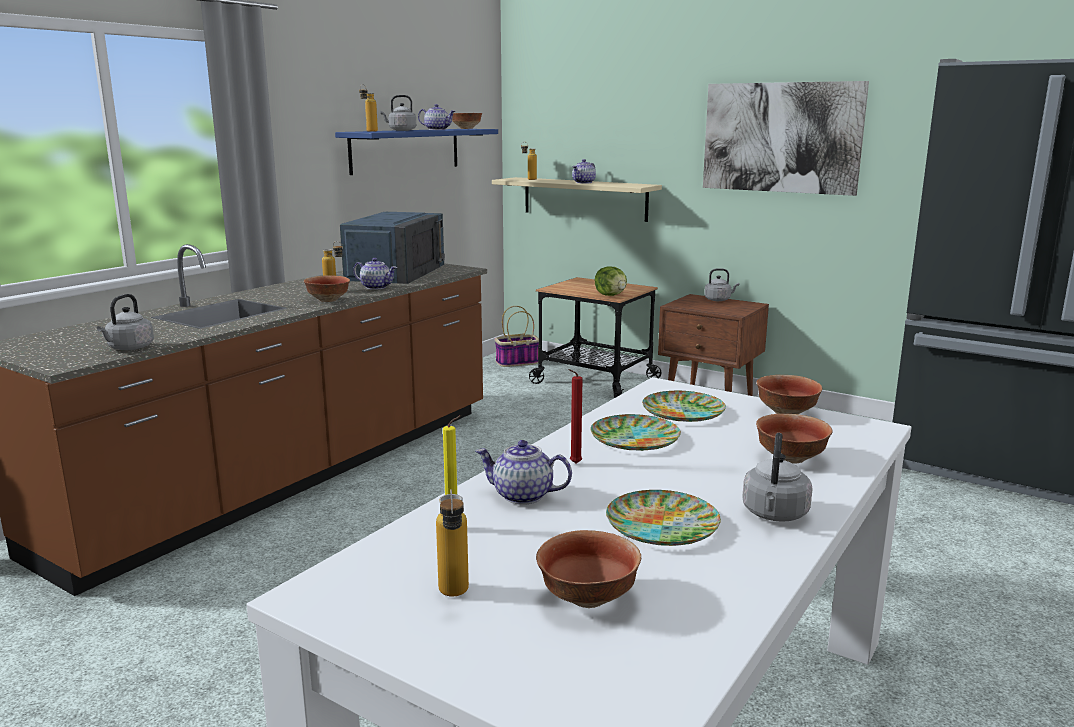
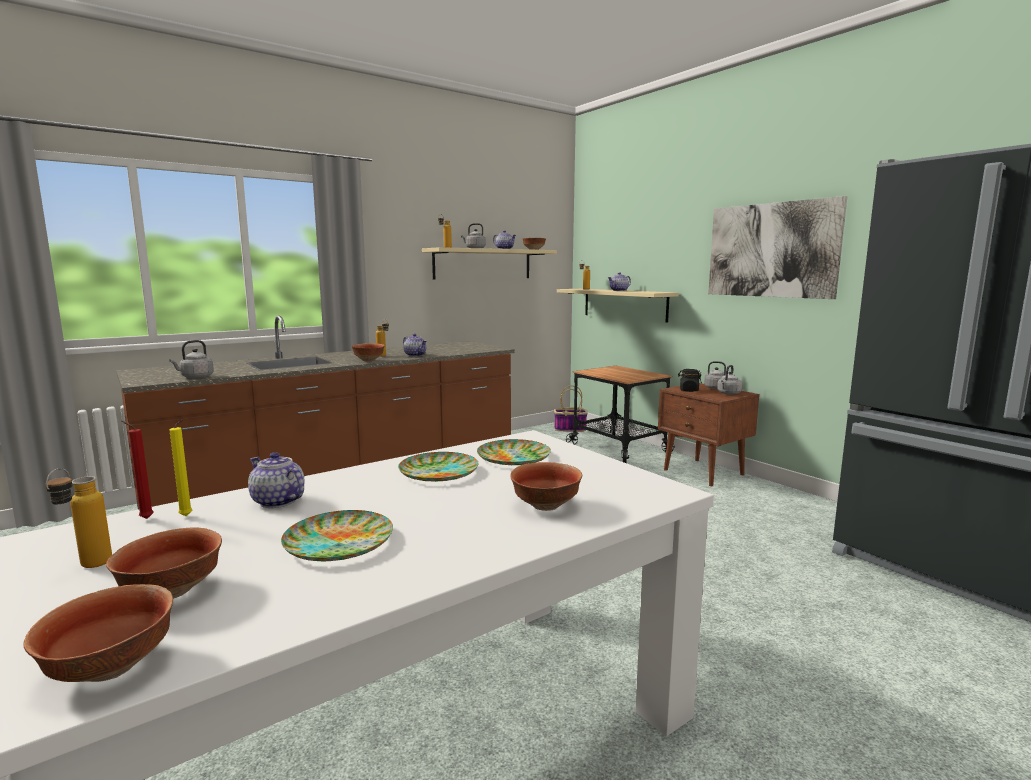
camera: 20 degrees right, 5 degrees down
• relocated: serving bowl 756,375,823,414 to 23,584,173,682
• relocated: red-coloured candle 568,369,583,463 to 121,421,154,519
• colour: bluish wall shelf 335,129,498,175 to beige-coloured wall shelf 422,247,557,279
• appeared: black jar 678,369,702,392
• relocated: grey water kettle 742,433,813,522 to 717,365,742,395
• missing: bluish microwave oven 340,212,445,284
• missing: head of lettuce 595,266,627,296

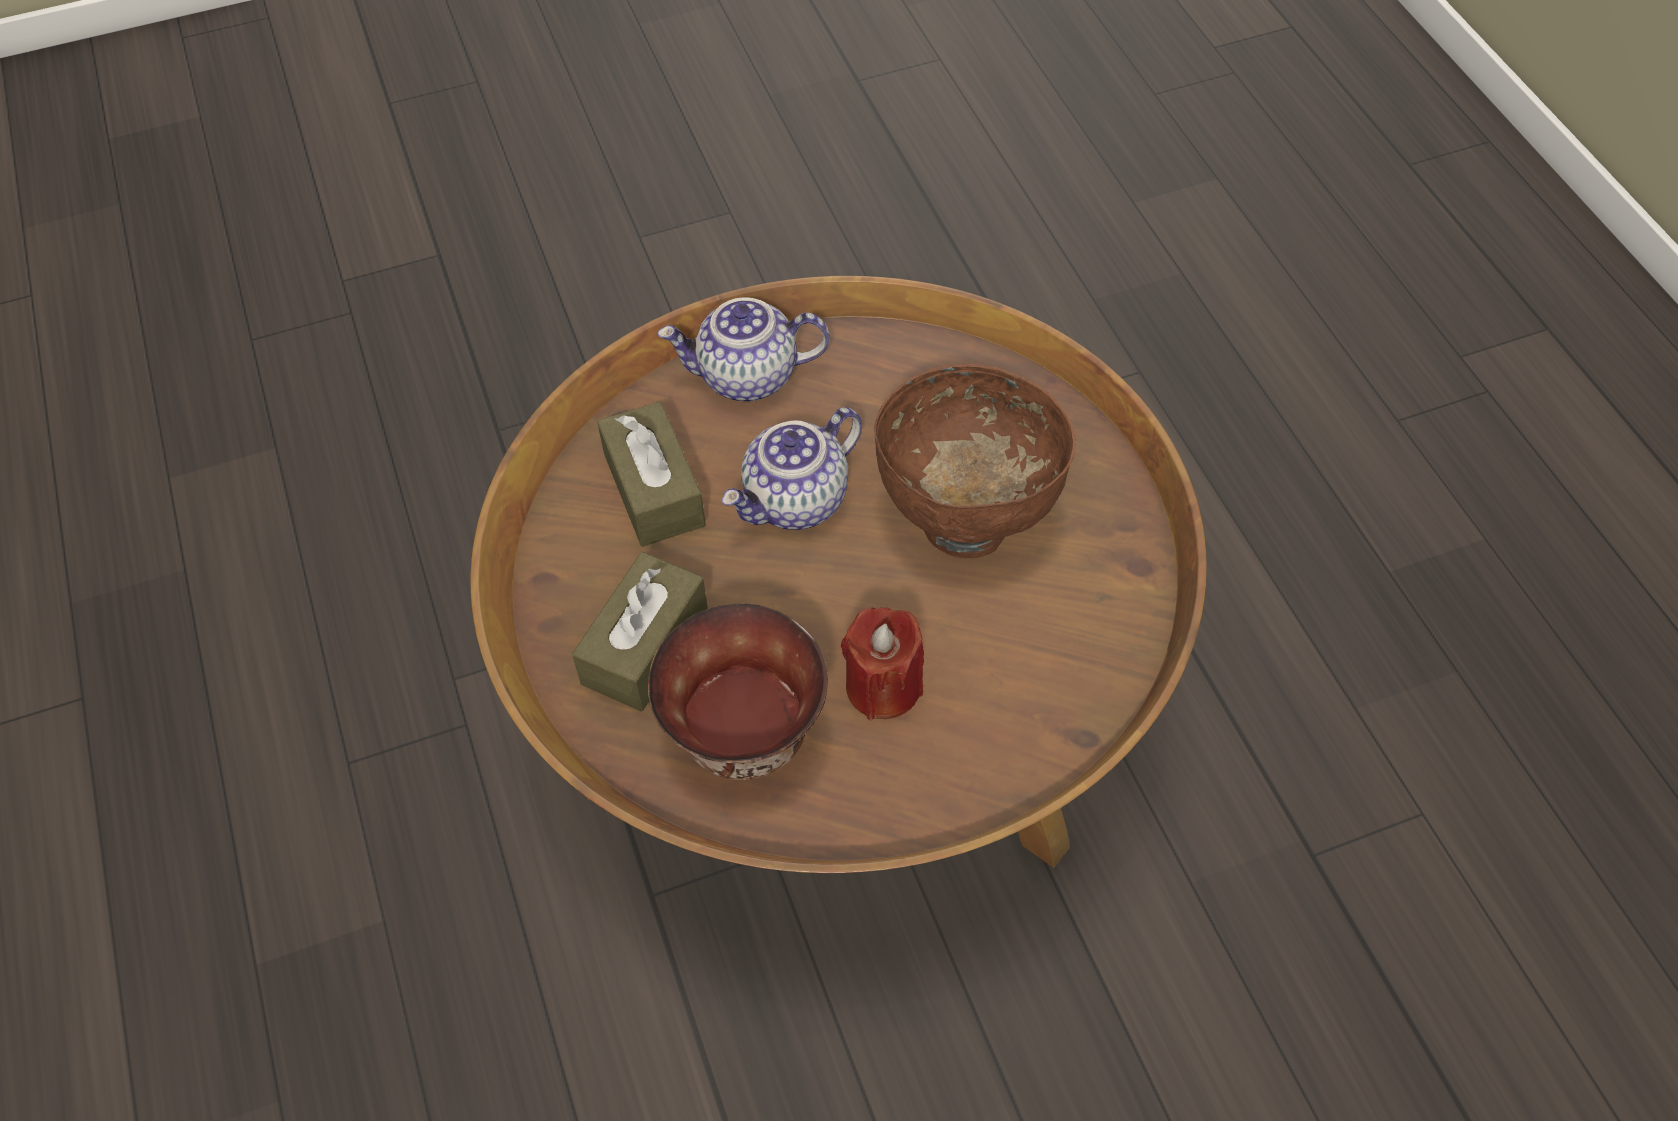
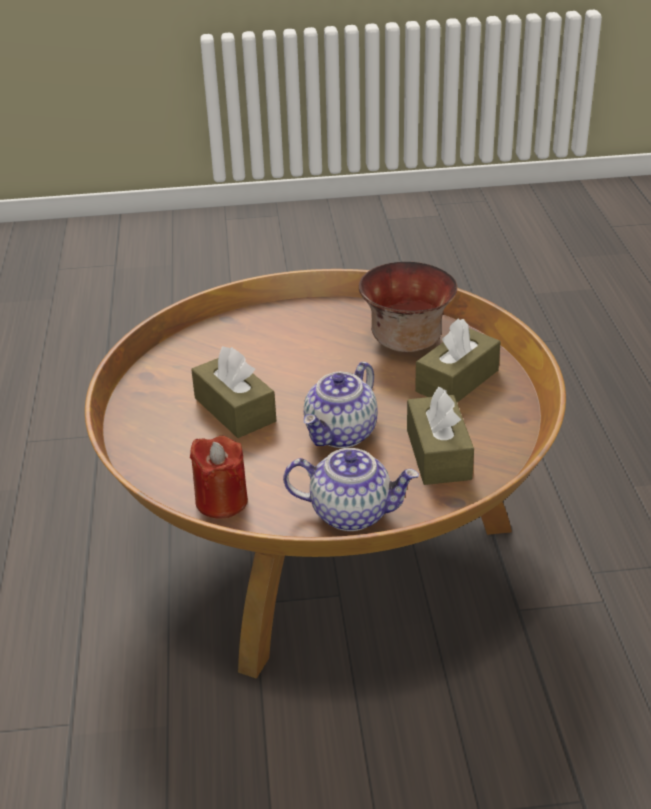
camera: 165 degrees left, 20 degrees down
• relocated: red-coloured candle 841,608,924,720 to 190,436,248,519
• exchanged: brown serving bowl 874,364,1076,558 to brown tissue box 191,347,276,438
• spun: pot for tea 721,407,862,530 = 304,362,378,448 150 degrees clockwise

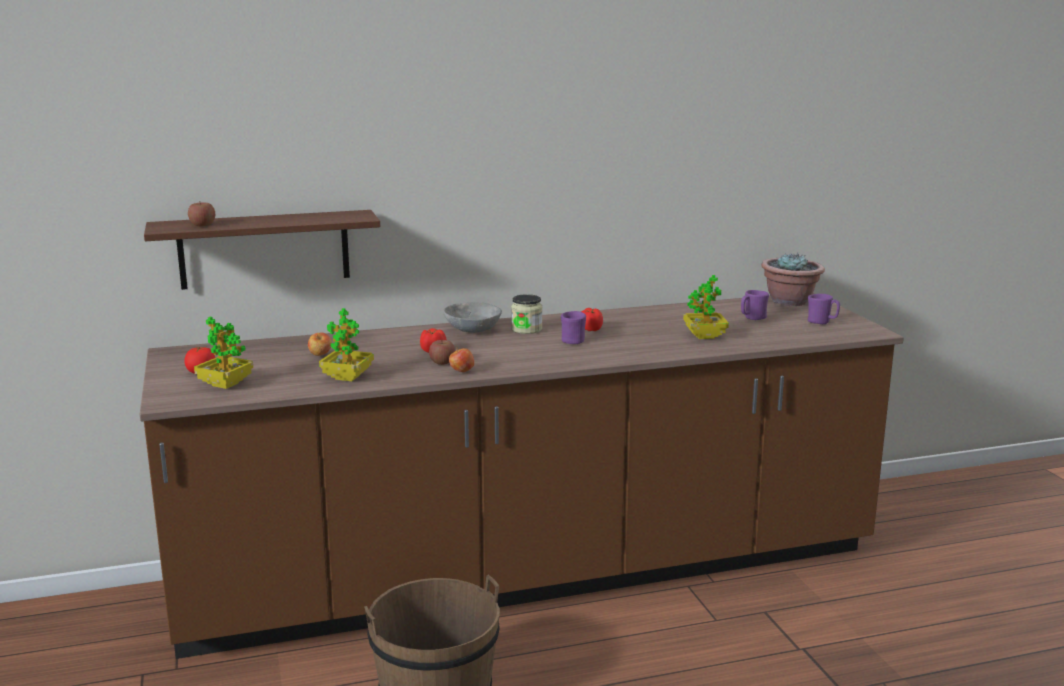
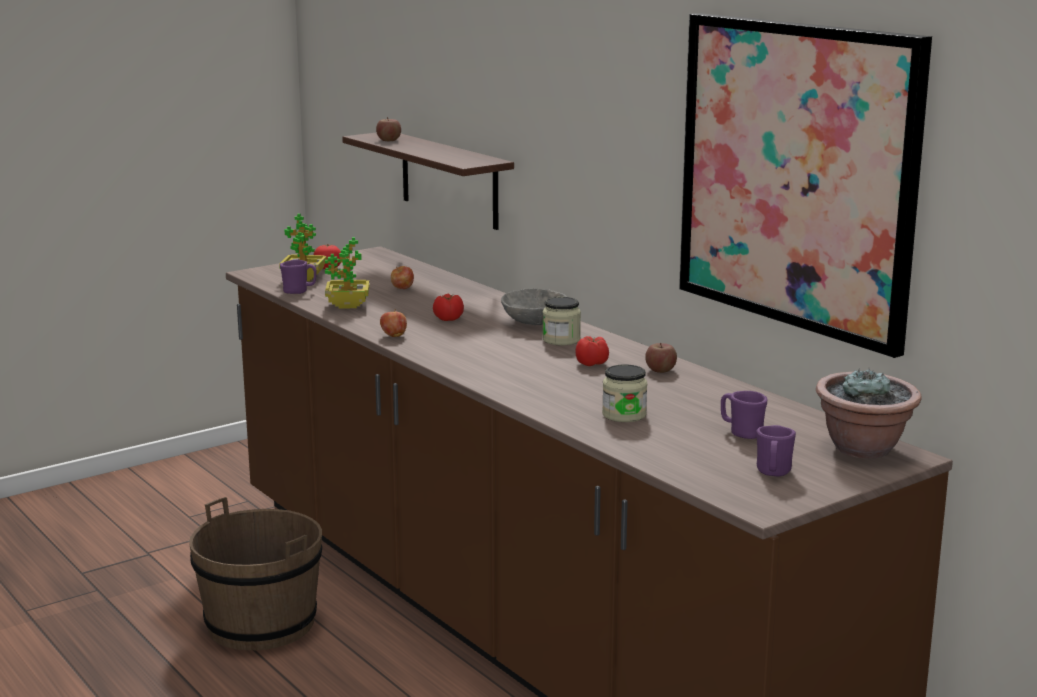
camera: 70 degrees right, 0 degrees up
• relocated: purple-coloured mug 561,311,586,344 to 280,260,317,294
• exchanged: potted plant 683,275,729,339 to jar 602,364,647,422
• relocated: apple fruit 429,340,455,365 to 645,343,677,373
• appeared: wall art 679,13,932,358

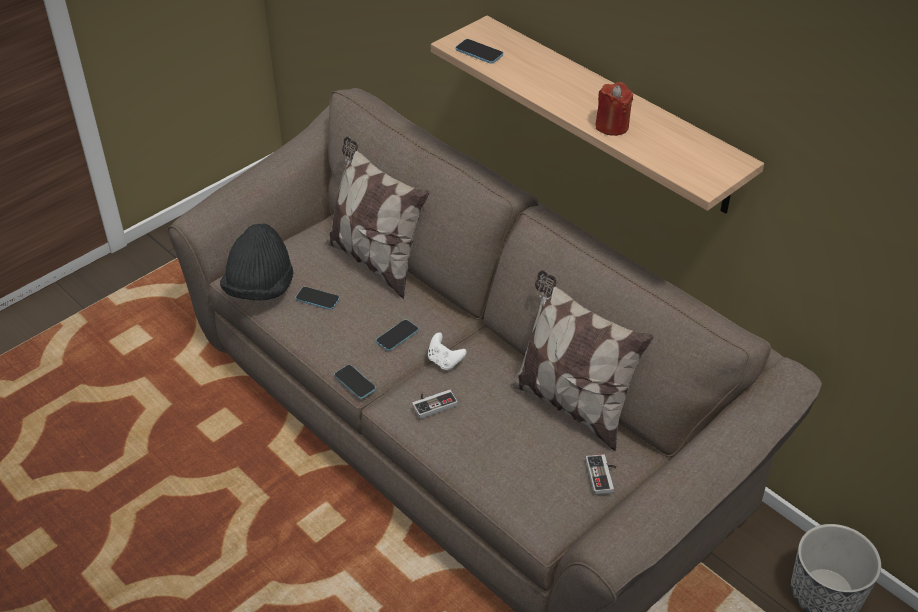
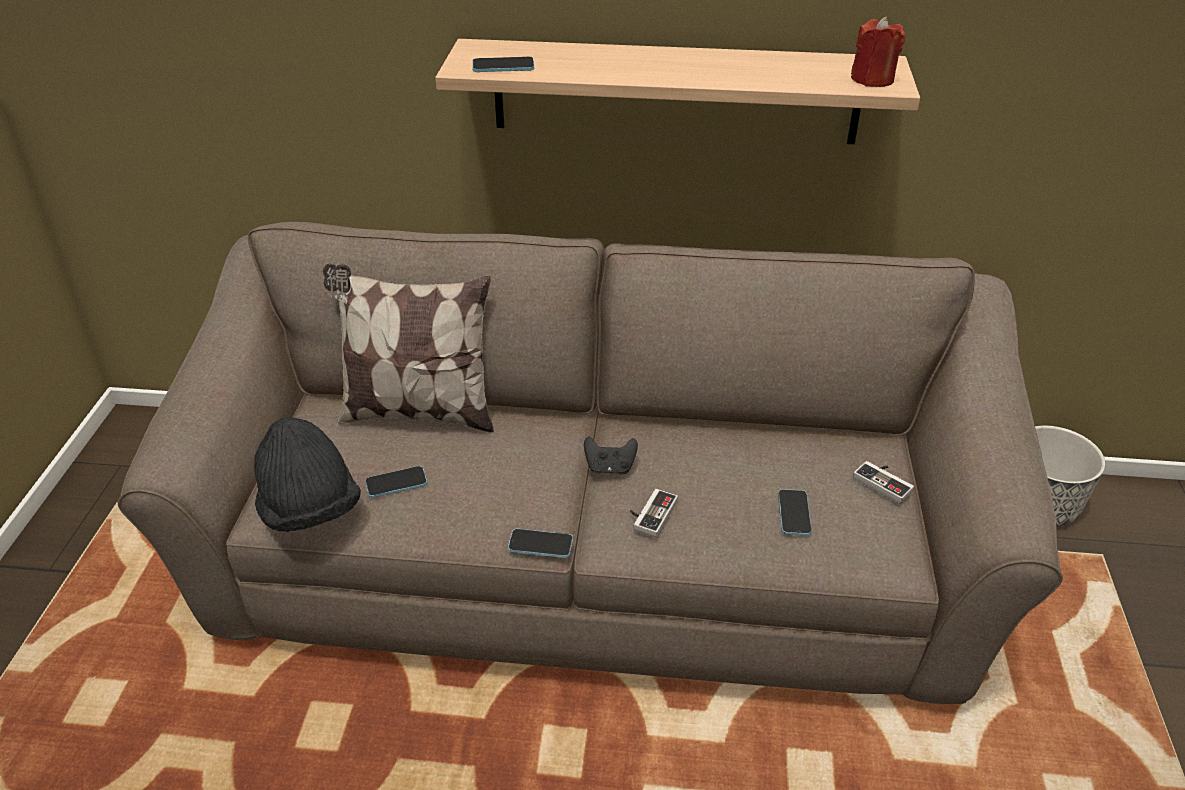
camera: 40 degrees left, 5 degrees down
• colour: white game controller 428,333,467,371 to black game controller 584,436,638,475
• relocated: phone 376,319,418,351 to 778,489,812,536
• relocated: red-coloured candle 595,82,634,136 to 851,17,905,87
• missing: pillow 509,270,654,451

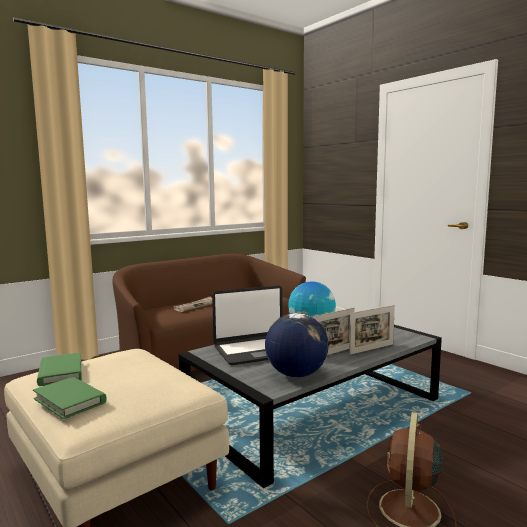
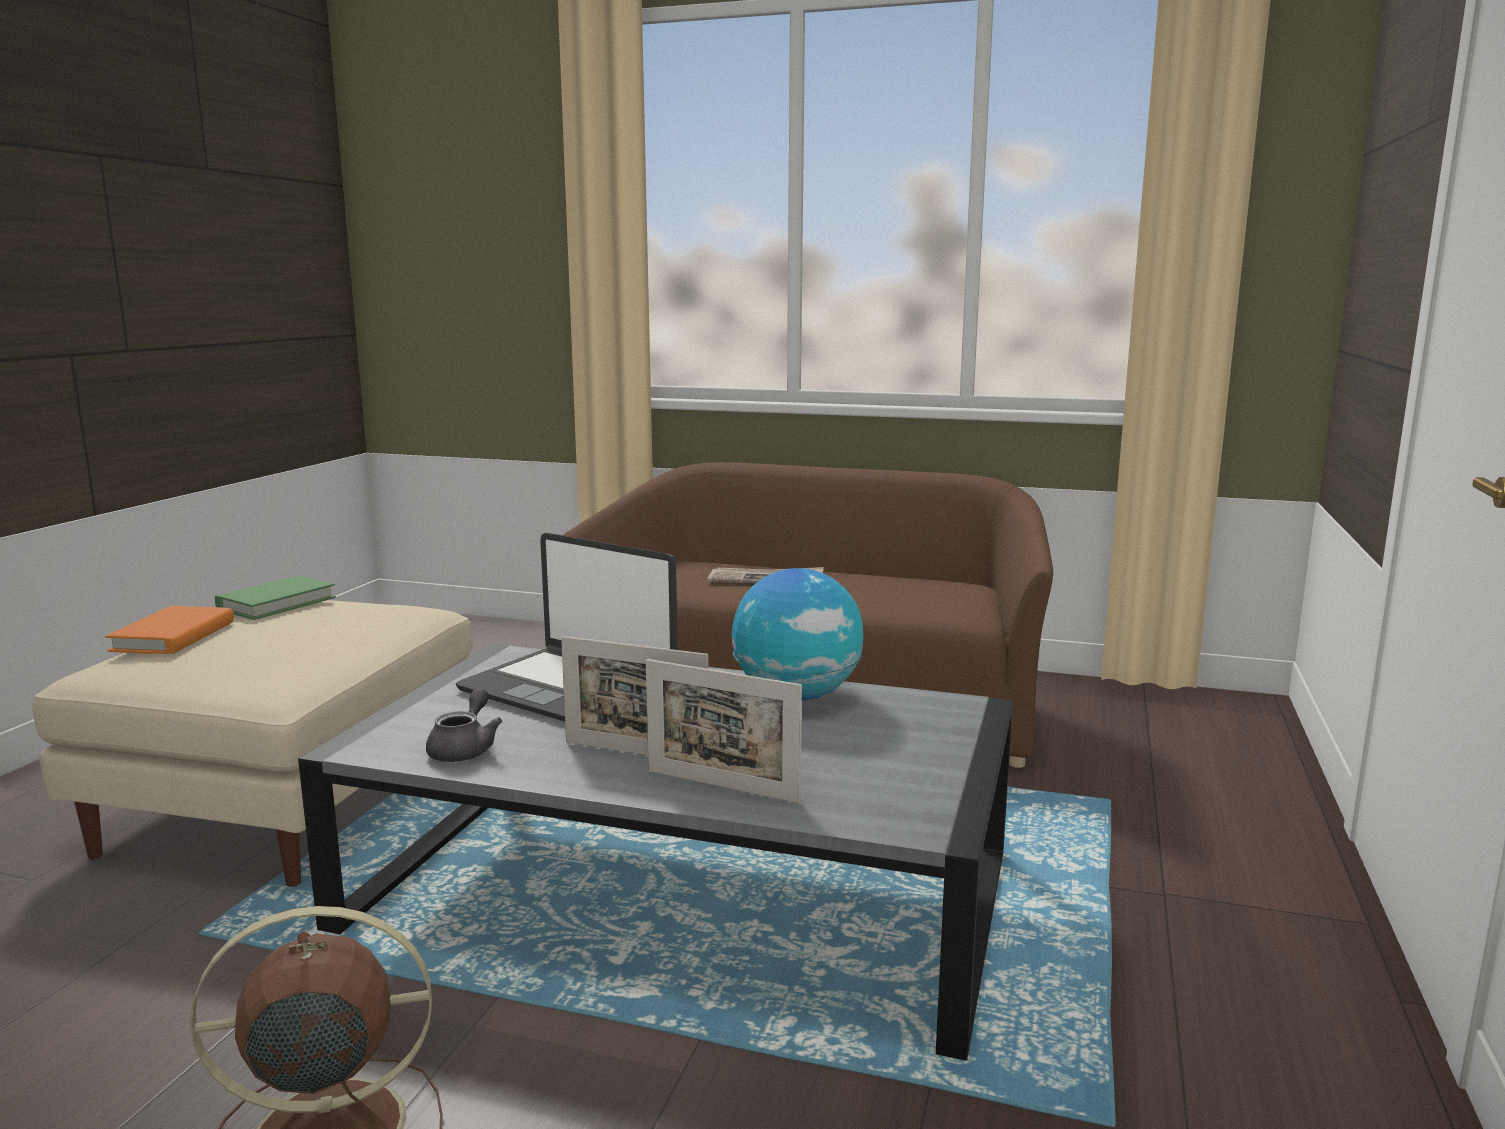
camera: 55 degrees right, 5 degrees up
• colour: green-coloured book 33,377,107,419 to orange-coloured book 105,606,234,654
• exchanged: globe 265,313,328,377 to grey pot for tea 426,688,502,762

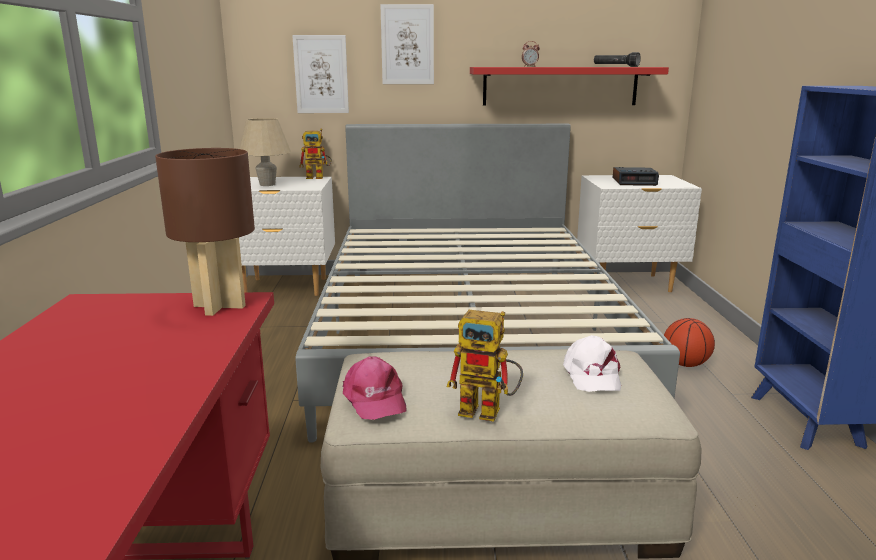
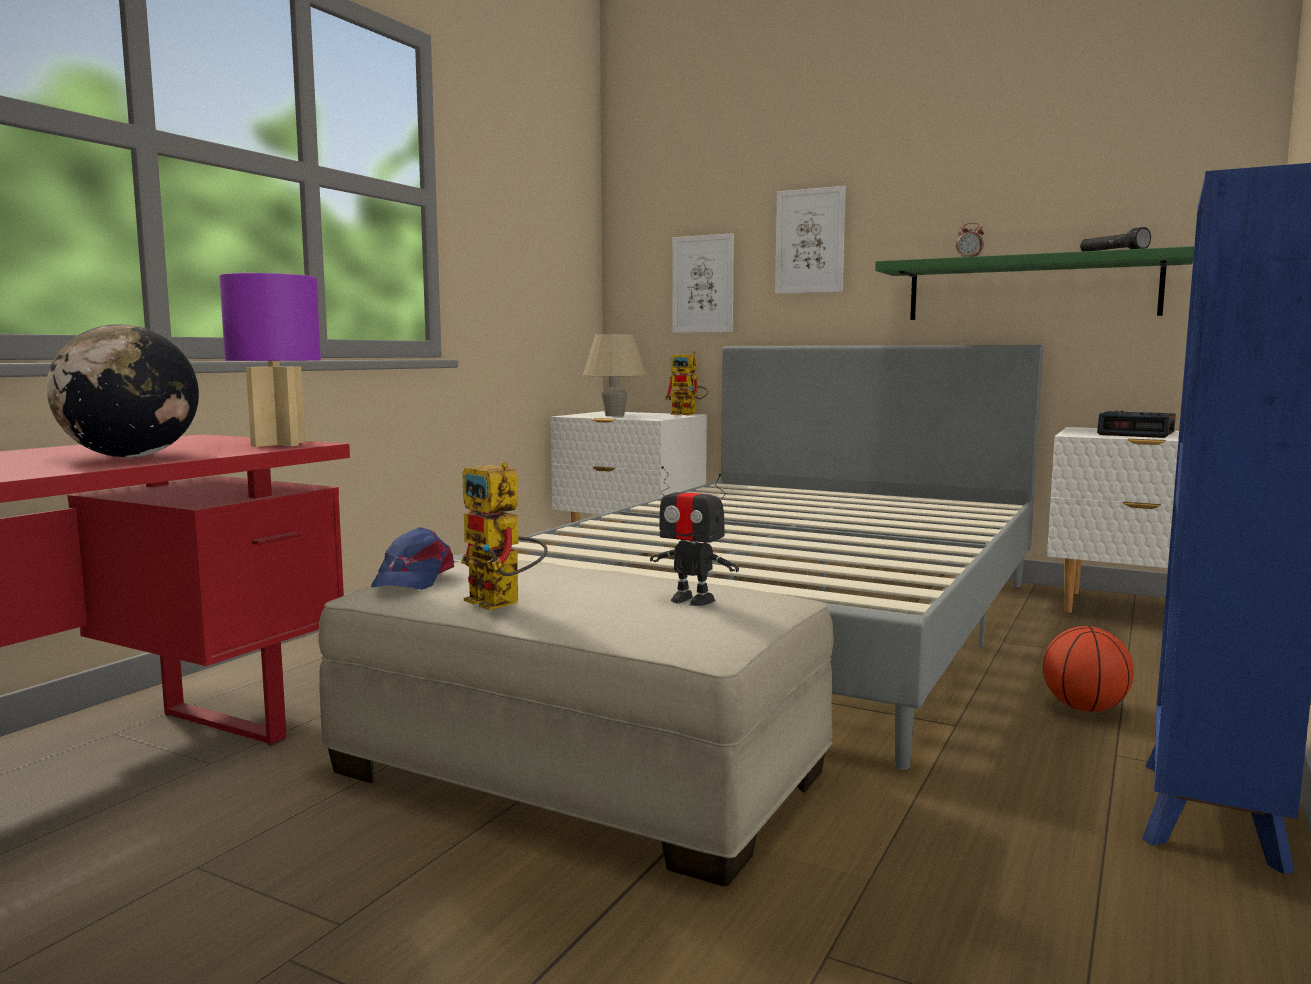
camera: 30 degrees right, 10 degrees down
• appeared: globe 47,324,199,457
• colour: brown table lamp 155,148,255,316 to purple-coloured table lamp 219,273,321,447
• colour: pink peaked cap 343,357,406,420 to bluish peaked cap 371,527,454,590
• exchanged: white peaked cap 563,335,621,392 to robot figure 650,466,739,606
• colour: red-coloured wall shelf 470,67,669,105 to green-coloured wall shelf 875,246,1194,320

